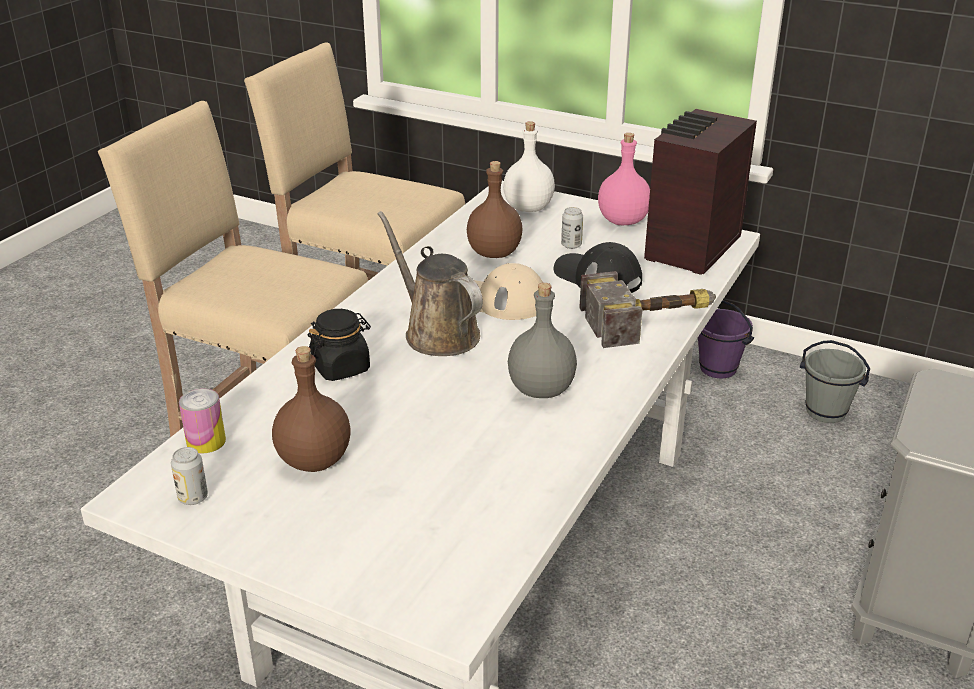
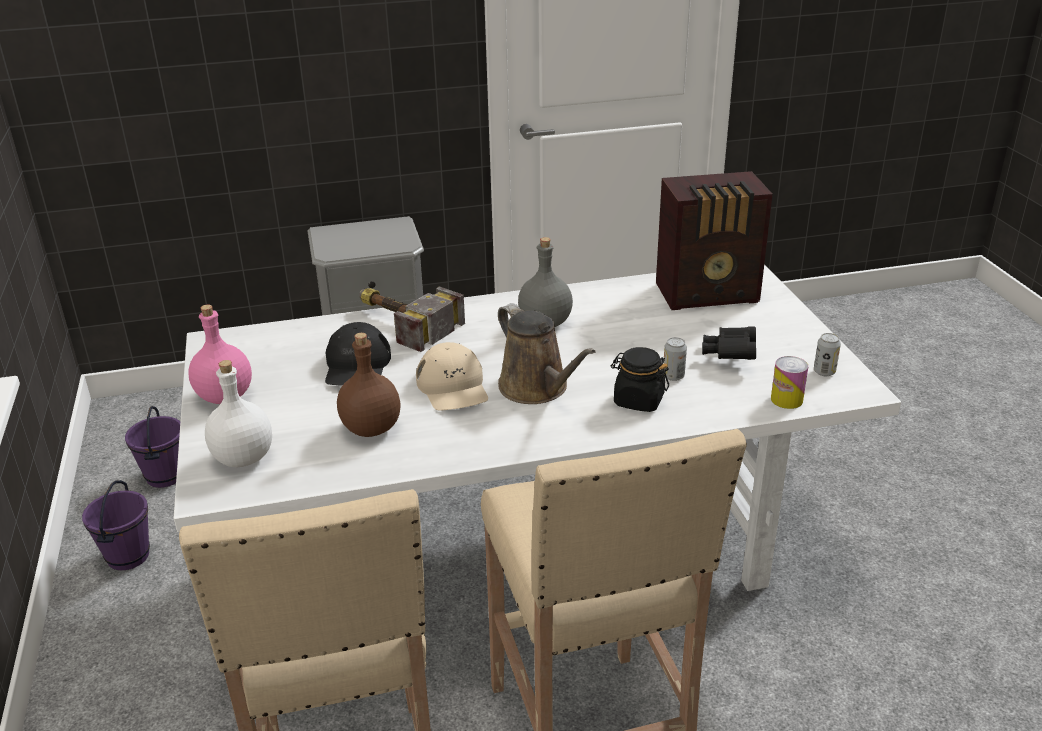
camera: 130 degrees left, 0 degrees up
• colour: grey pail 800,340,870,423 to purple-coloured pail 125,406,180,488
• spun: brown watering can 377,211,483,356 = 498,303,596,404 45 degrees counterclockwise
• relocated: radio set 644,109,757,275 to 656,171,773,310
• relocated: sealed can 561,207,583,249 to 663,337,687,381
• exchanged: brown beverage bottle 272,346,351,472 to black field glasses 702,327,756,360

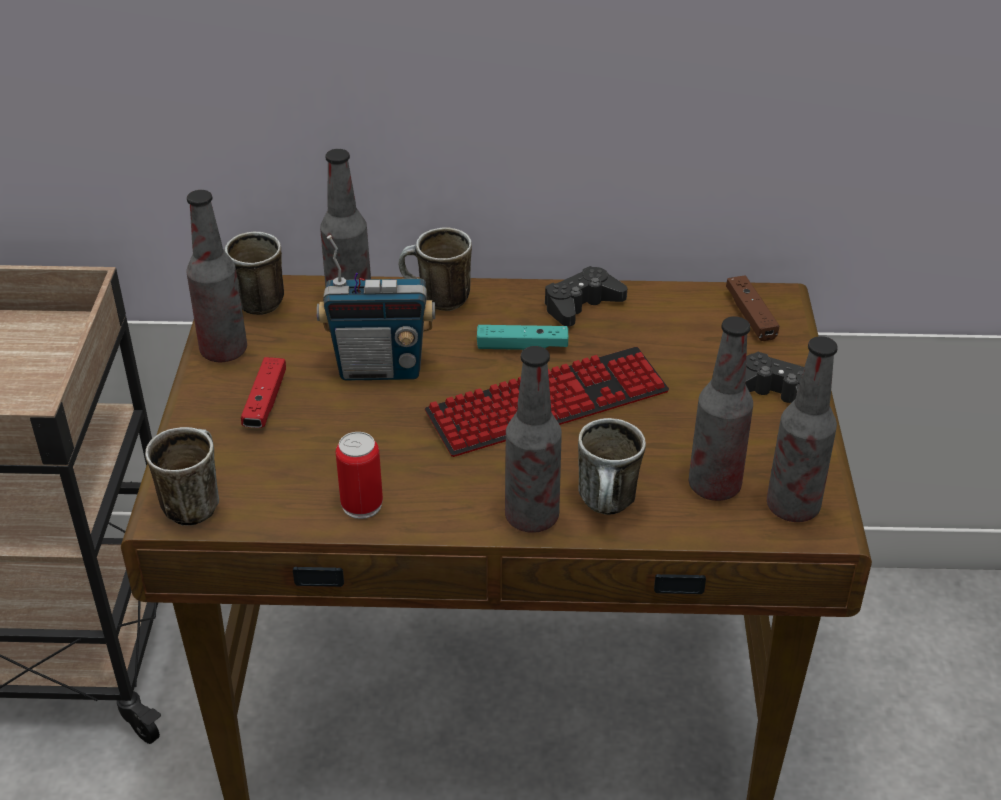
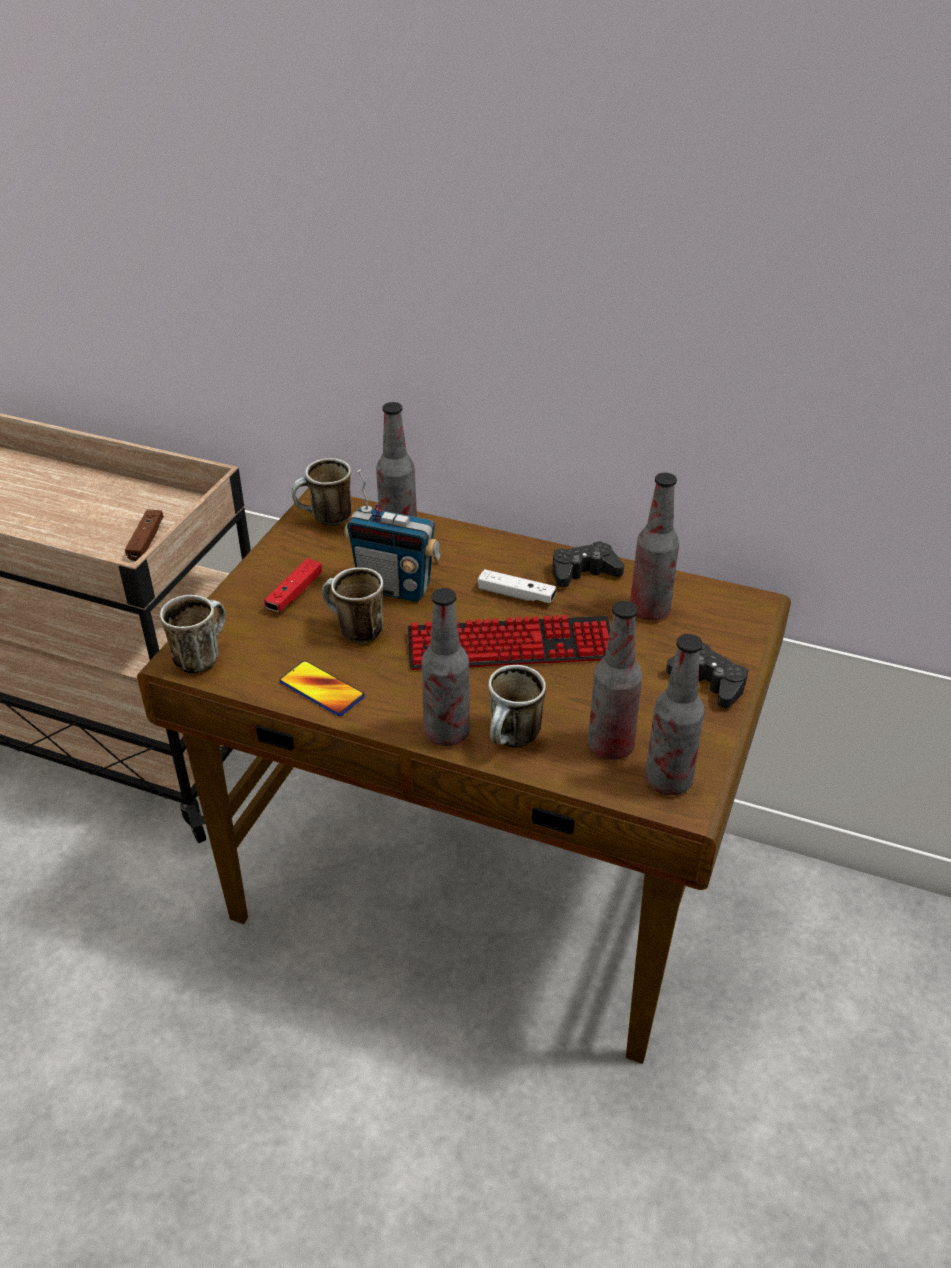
camera: 20 degrees right, 0 degrees up
• relocated: brown game controller 726,275,780,341 to 125,509,164,561
• exchanged: sealed can 336,432,383,519 to phone 279,661,365,716
• relocated: mug 398,227,472,311 to 322,568,384,644
• colour: turquoise game controller 477,325,568,350 to white game controller 478,569,556,603
• relocated: beverage bottle 186,190,247,362 to 630,473,679,620

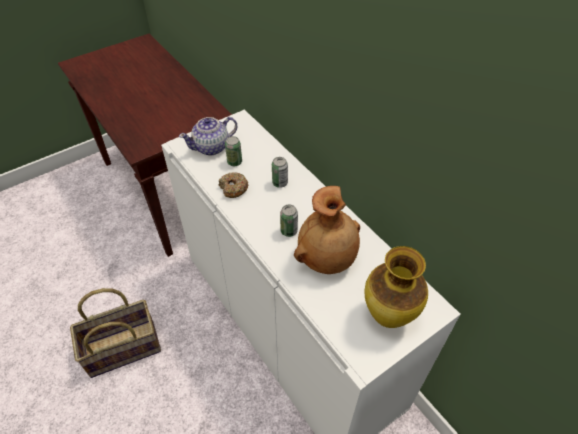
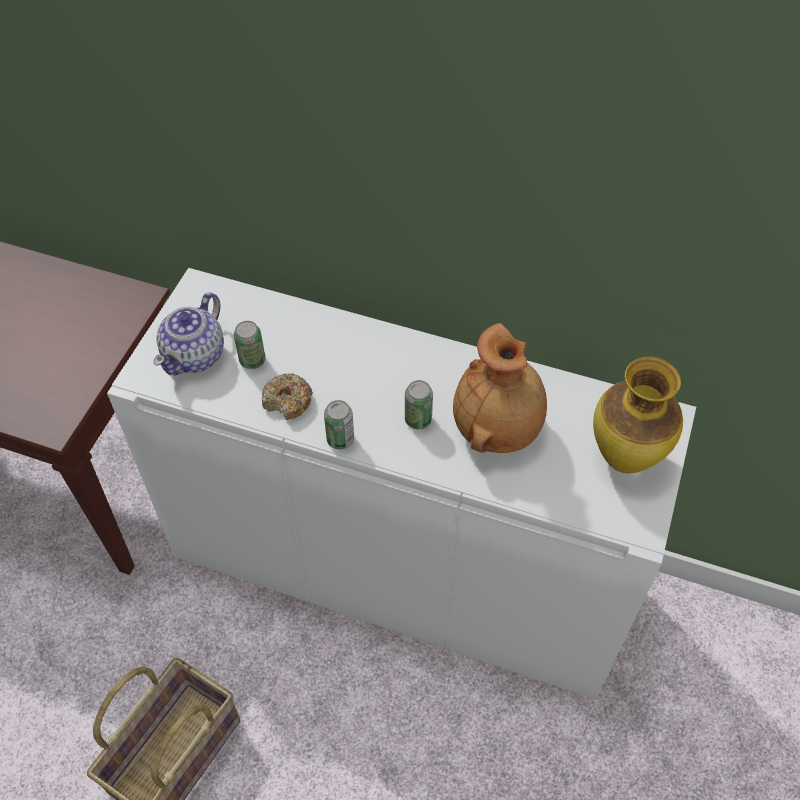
camera: 35 degrees left, 5 degrees up
• relocated: sealed can 272,157,288,188 to 324,400,354,449

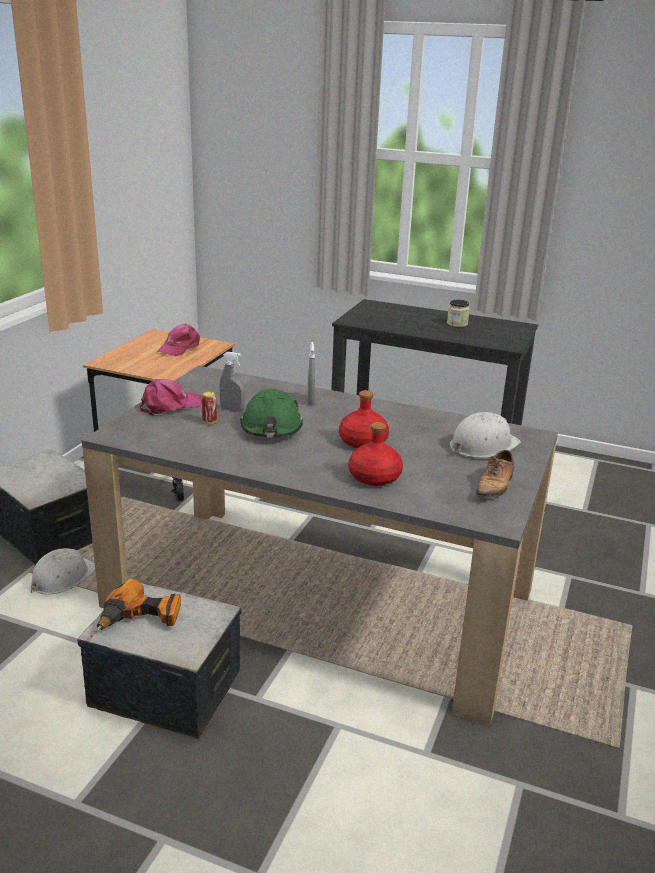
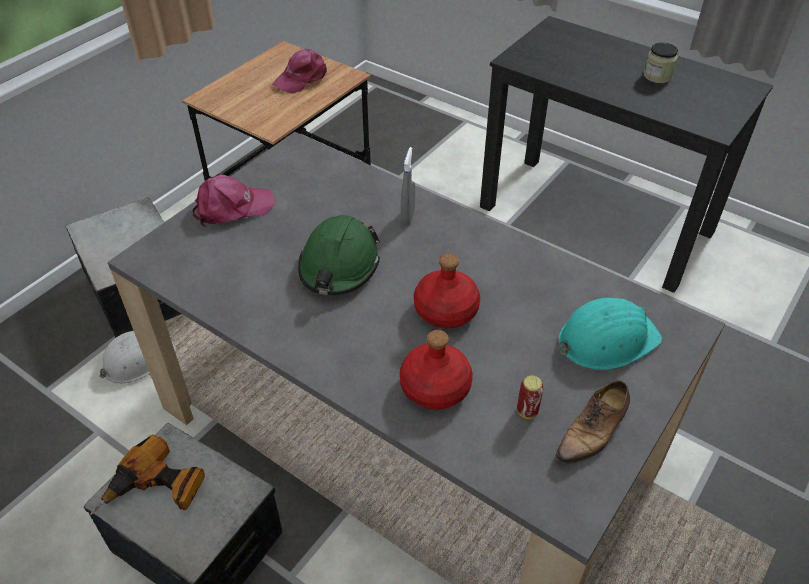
camera: 15 degrees right, 20 degrees up
• relocated: sealed can 202,392,217,424 to 517,375,544,419
• colour: white hard hat 450,412,521,458 to turquoise hard hat 557,298,662,370
• missing: grey sprayer 219,352,245,412

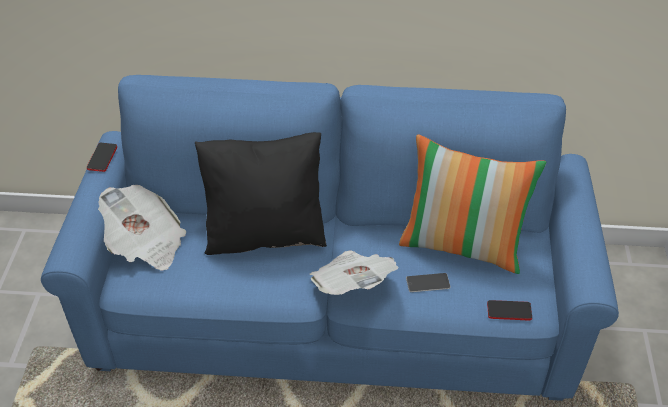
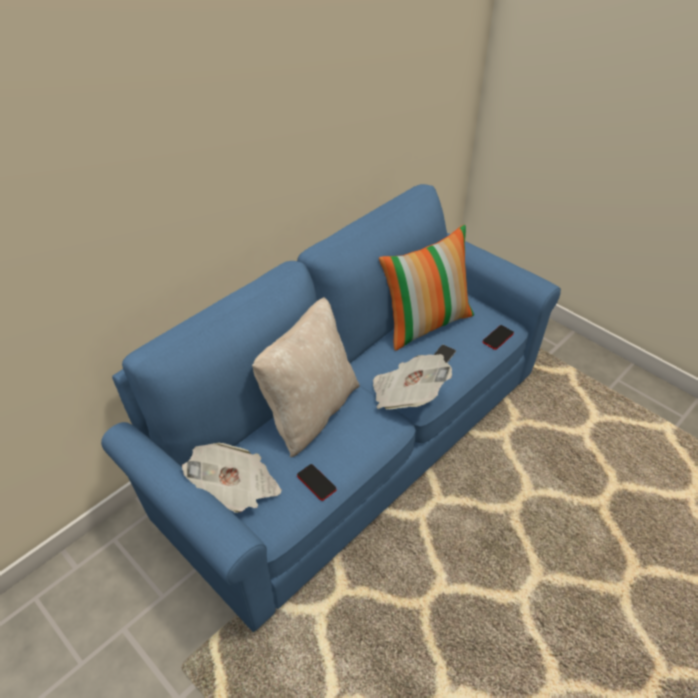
camera: 50 degrees left, 0 degrees up
• colour: black pillow 195,132,327,255 to beige-coloured pillow 252,297,360,457
• relocated: phone 87,143,117,172 to 297,464,337,501

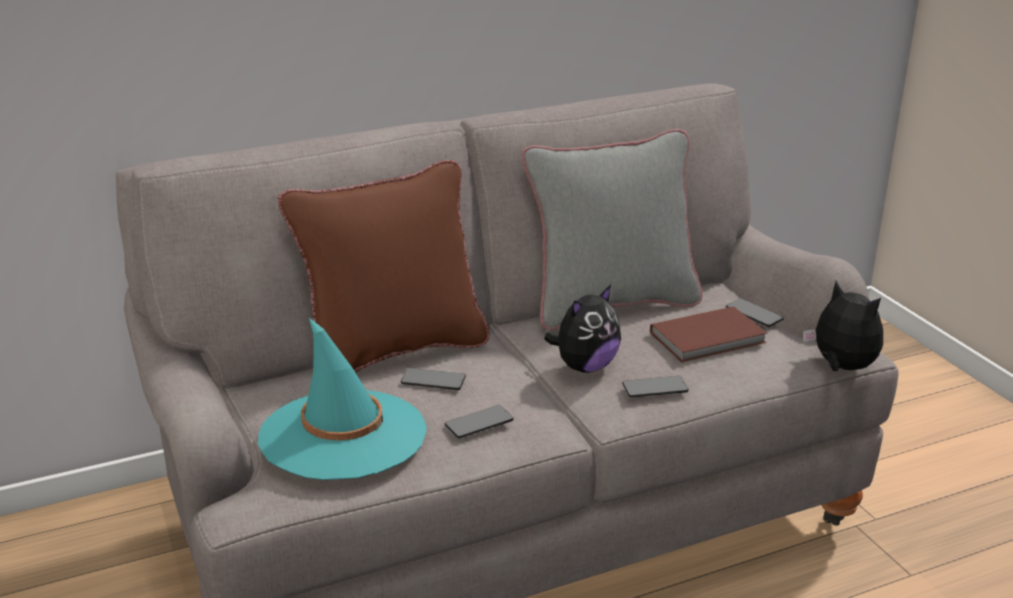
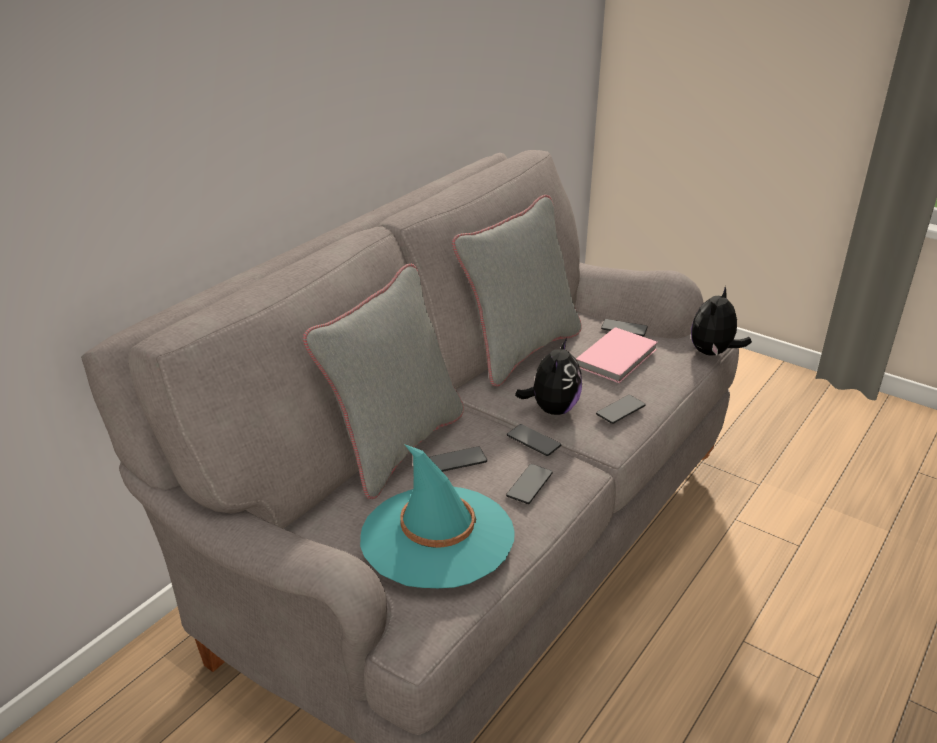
camera: 30 degrees left, 5 degrees up
• colour: brown pillow 278,160,490,373 to grey pillow 302,264,464,499
• appeared: phone 507,424,561,456
• colour: brown book 650,306,767,362 to pink book 576,327,658,383
• spun: cuddly toy 803,281,883,371 = 691,287,752,356 75 degrees counterclockwise

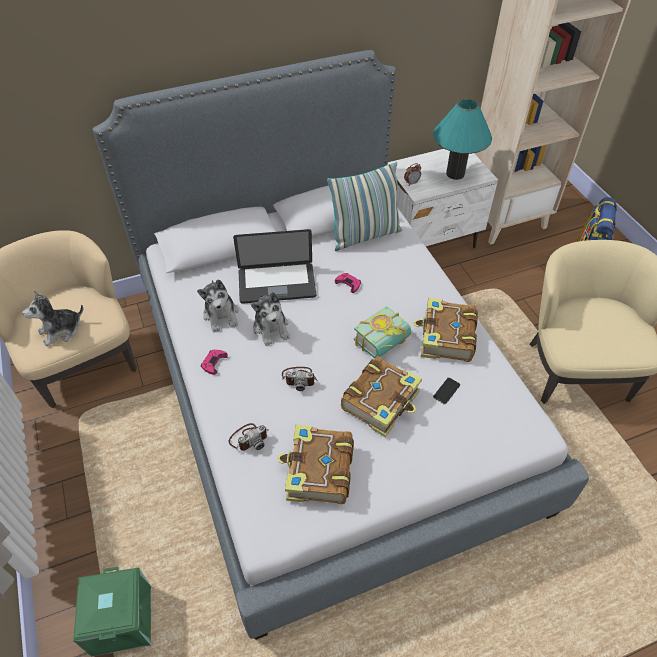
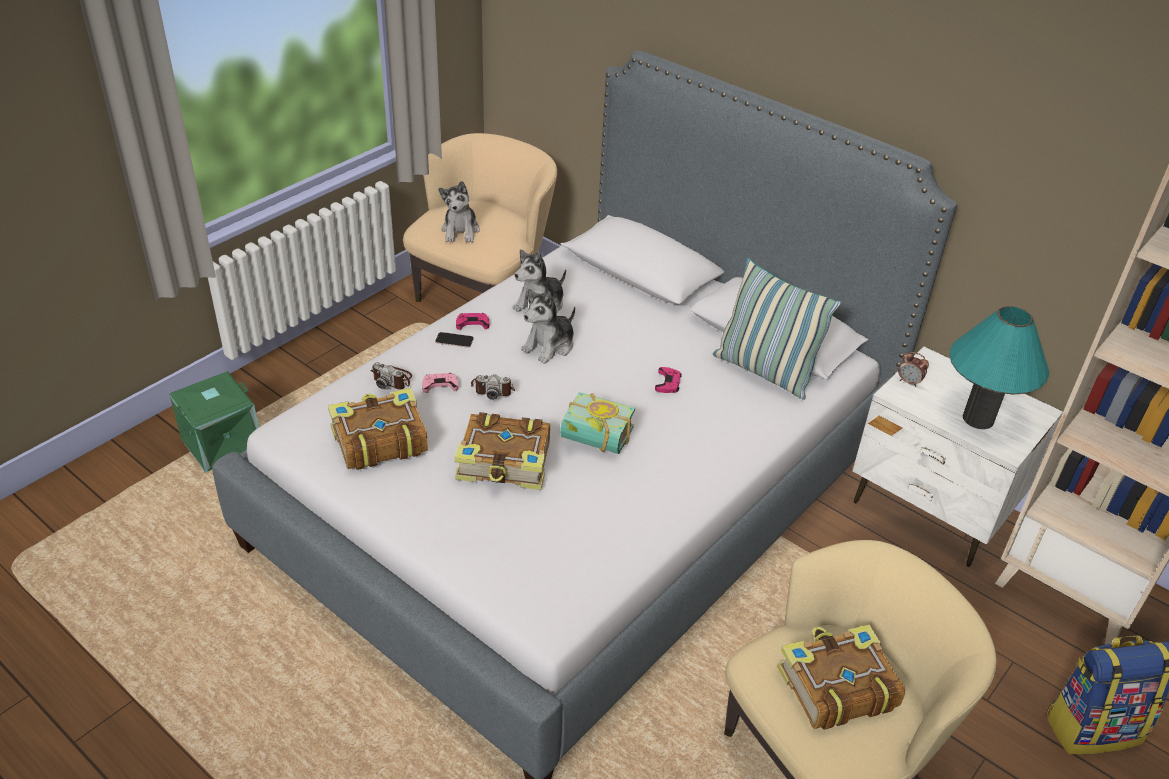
camera: 60 degrees right, 10 degrees down
• appeared: pink game controller 422,373,458,393
• relocated: phone 433,378,460,405 to 435,332,474,348
• spun: cuddly toy 22,291,83,346 = 439,181,480,242 120 degrees counterclockwise
• spun: still camera 282,367,318,391 = 471,374,515,400 60 degrees counterclockwise
• relocated: book 414,298,478,362 to 777,624,905,730
• missing: laptop 233,229,316,304

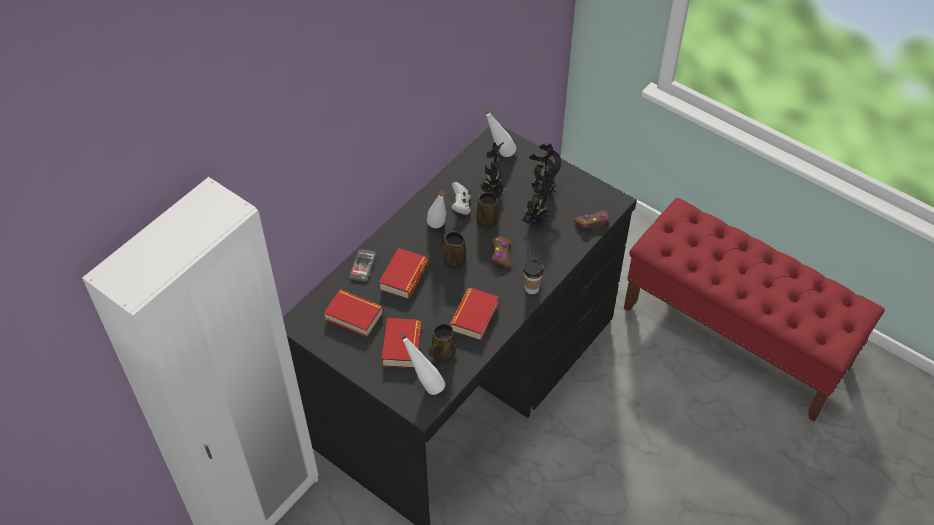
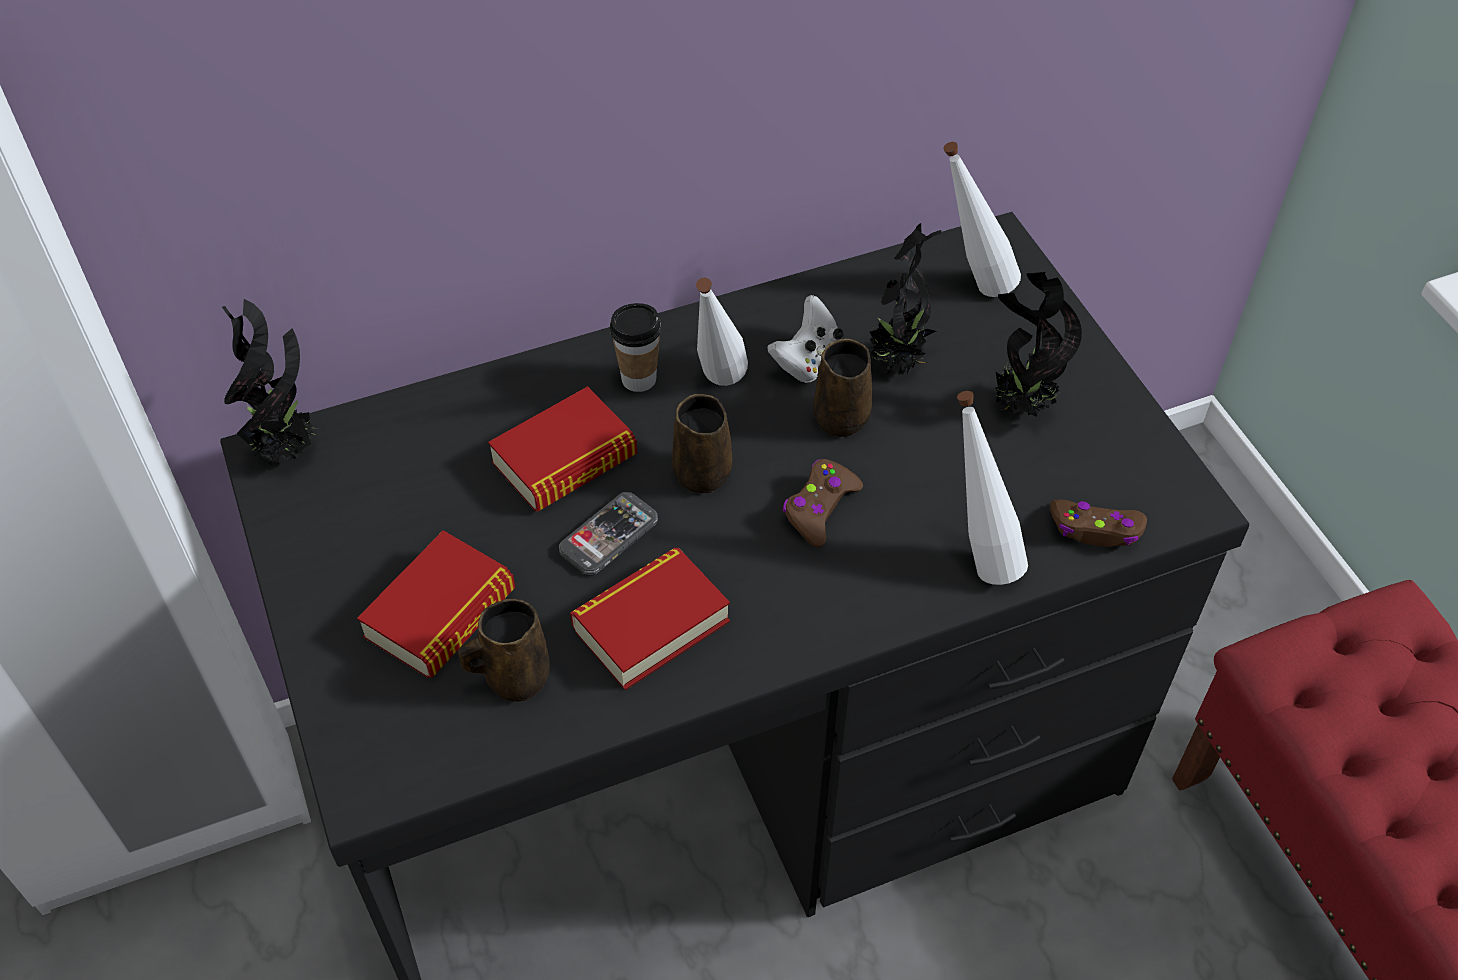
camera: 30 degrees right, 0 degrees up
• relocated: potted plant 522,166,549,226 to 222,299,318,466
• relocated: phone 349,249,377,282 to 559,492,658,575
• relocated: small cup 523,260,544,294 to 610,303,661,392
• relocated: white beverage bottle 399,333,445,395 to 957,391,1028,585
• missing: book 324,290,383,337

